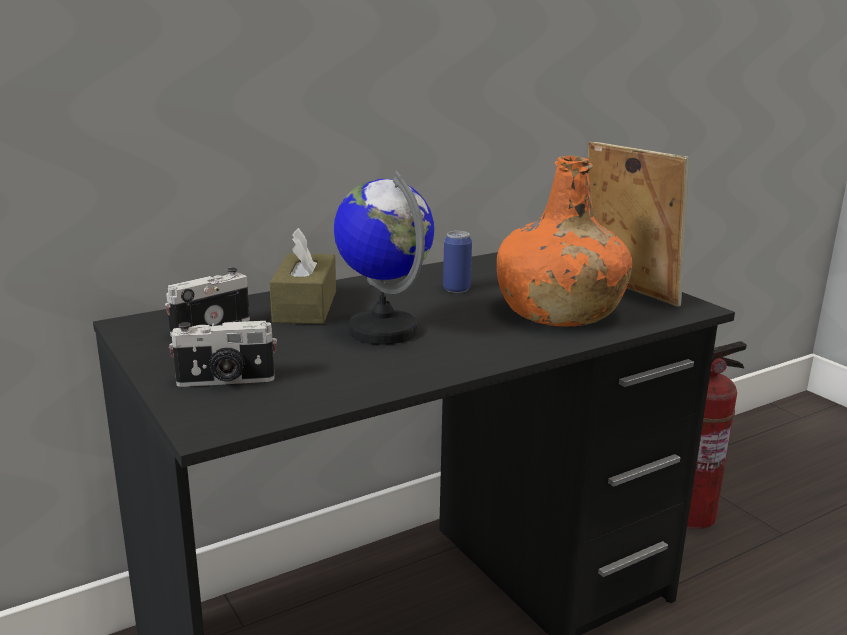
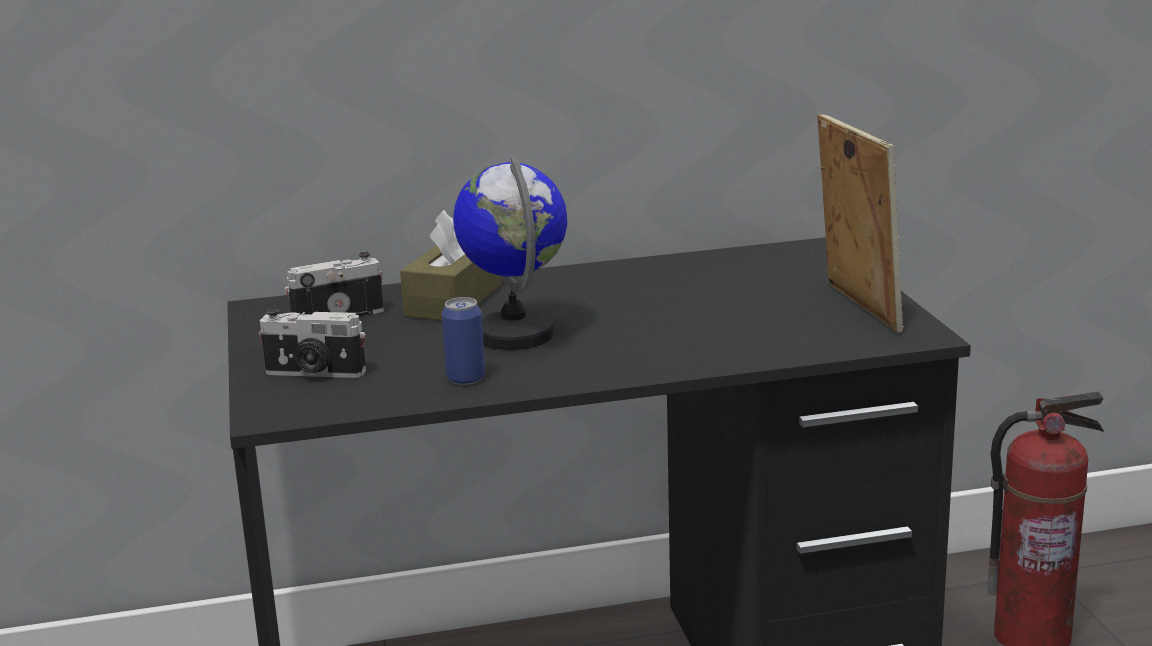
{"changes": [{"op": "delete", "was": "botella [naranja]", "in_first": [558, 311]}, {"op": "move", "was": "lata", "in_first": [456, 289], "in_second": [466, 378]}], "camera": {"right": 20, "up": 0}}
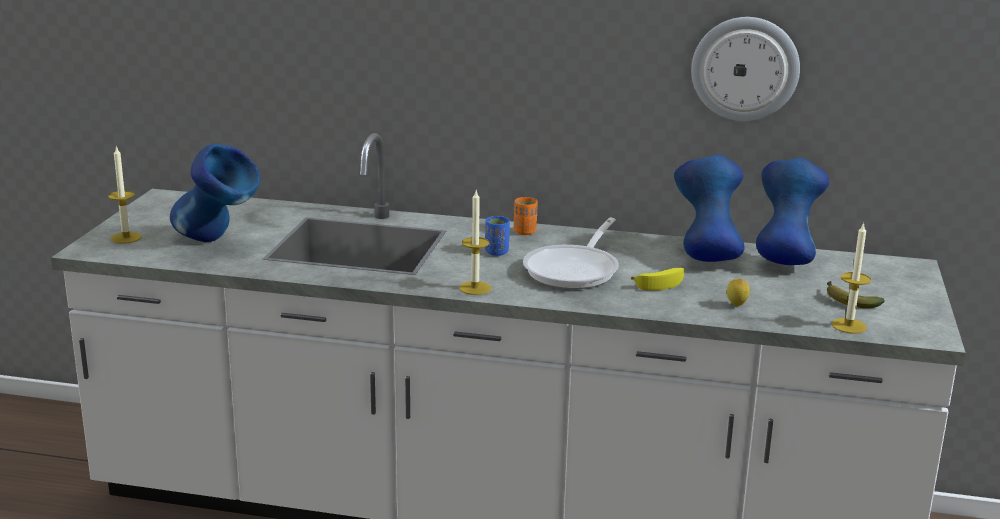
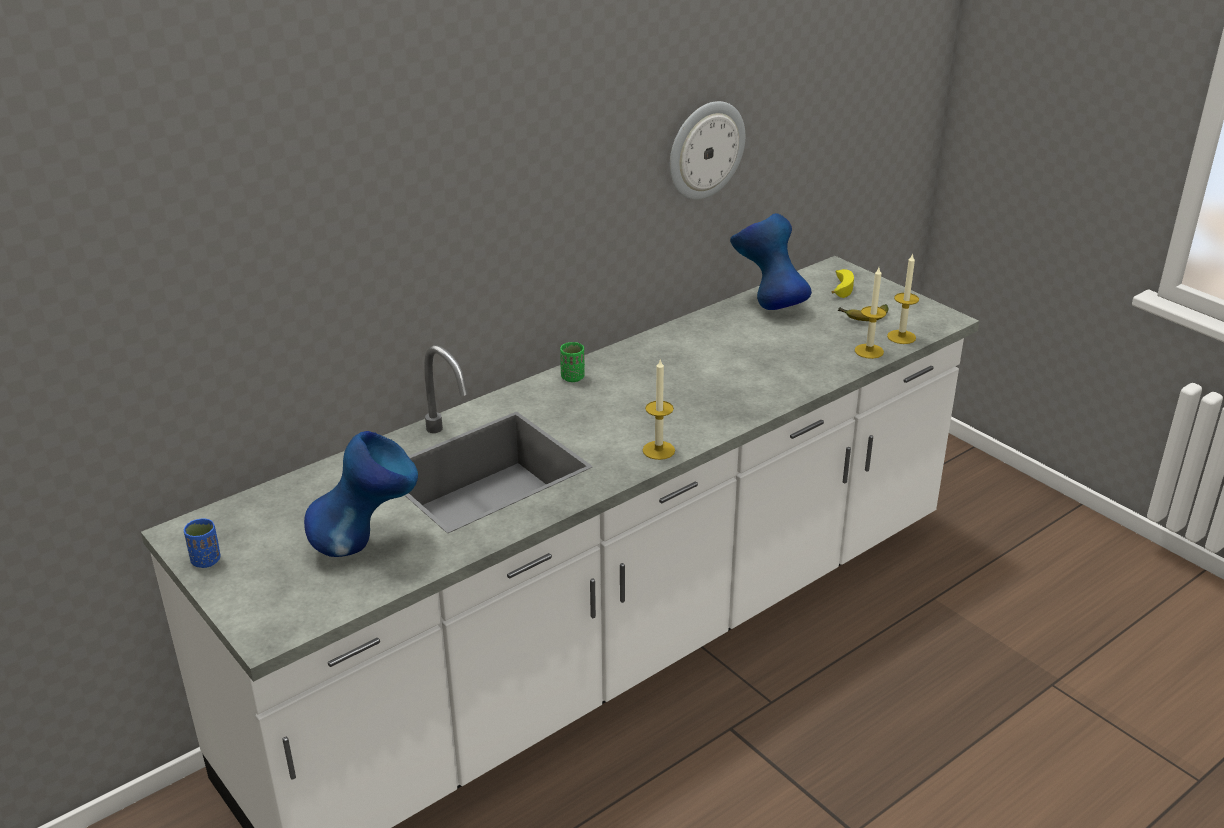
{"changes": [{"op": "delete", "was": "sartén", "in_first": [575, 270]}, {"op": "delete", "was": "florero [azul]", "in_first": [705, 256]}, {"op": "delete", "was": "limón", "in_first": [736, 306]}, {"op": "move", "was": "vela", "in_first": [126, 238], "in_second": [869, 351]}, {"op": "move", "was": "taza [azul]", "in_first": [496, 252], "in_second": [206, 561]}, {"op": "move", "was": "plátano", "in_first": [661, 283], "in_second": [840, 287]}, {"op": "recolor", "was": "taza [naranja]", "now": "taza [verde]", "in_first": [525, 232], "in_second": [572, 377]}], "camera": {"right": -50, "up": 10}}
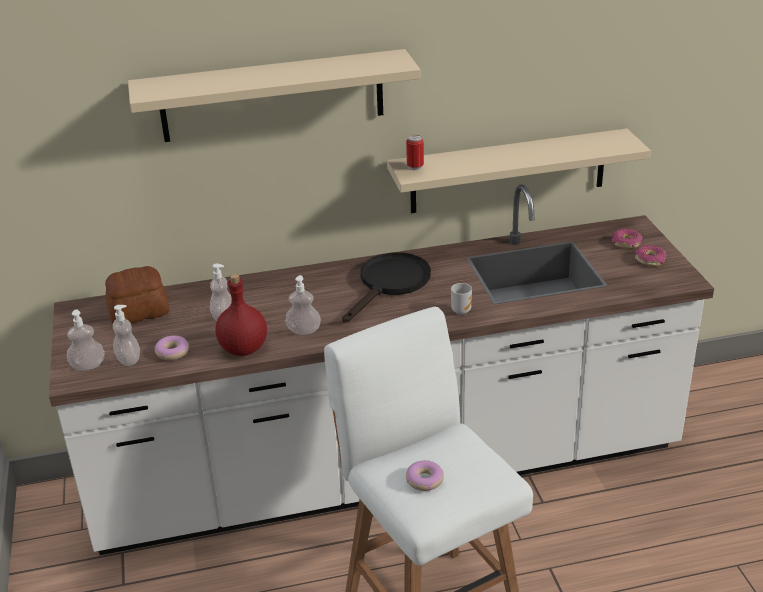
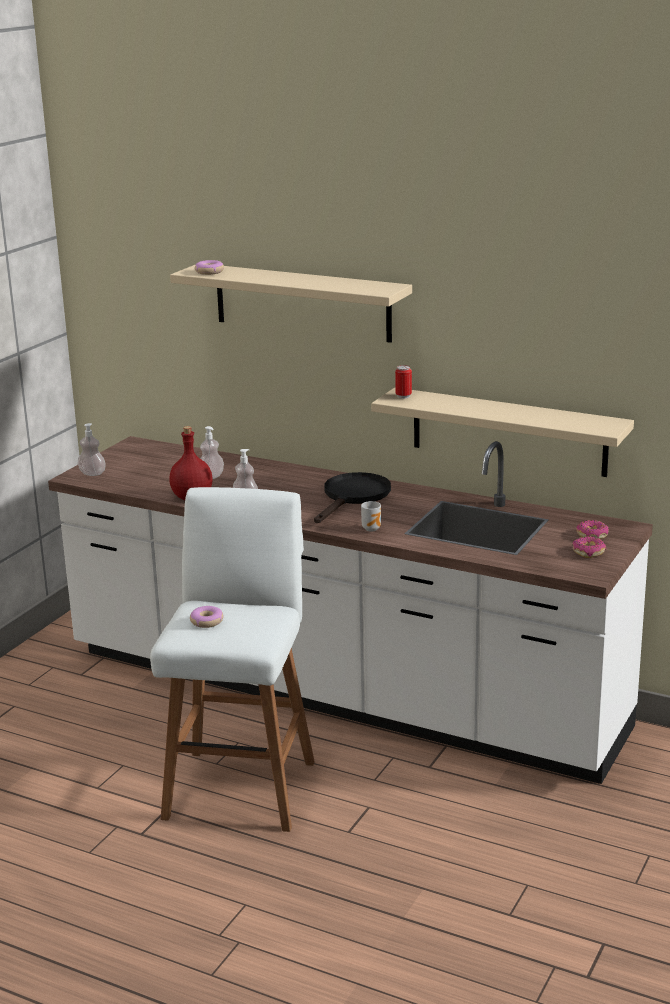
{"changes": [{"op": "delete", "was": "pan", "in_first": [138, 312]}, {"op": "delete", "was": "dispensador de jabón", "in_first": [128, 360]}, {"op": "move", "was": "rosquilla", "in_first": [172, 352], "in_second": [209, 272]}, {"op": "rotate", "was": "sartén [negro]", "in_first": [390, 284], "in_second": [353, 497], "clockwise": -45}], "camera": {"right": 40, "up": -10}}
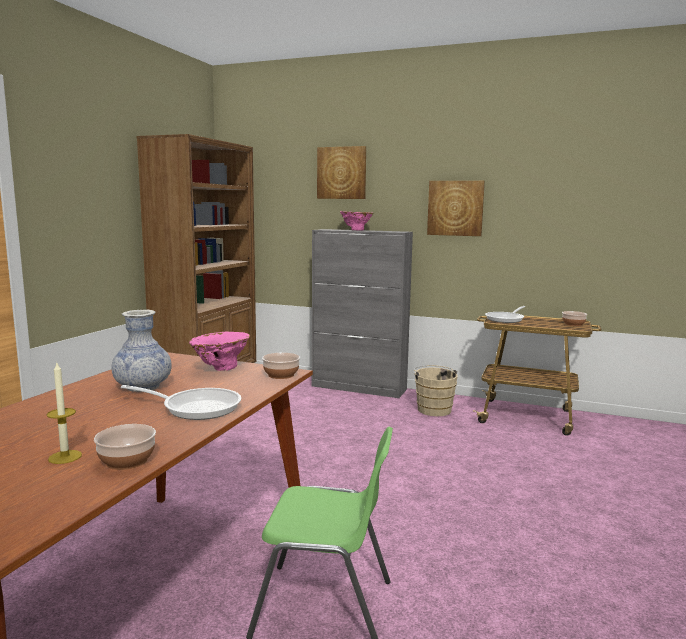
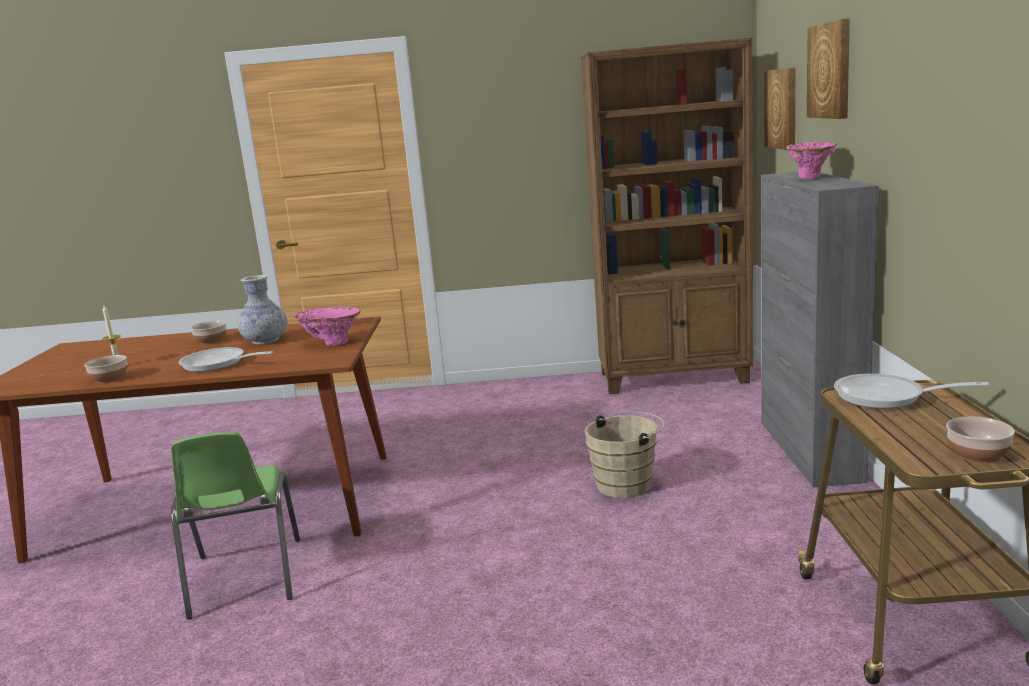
{"changes": [{"op": "move", "was": "cuenco", "in_first": [280, 375], "in_second": [211, 340]}, {"op": "move", "was": "cubo [beis]", "in_first": [433, 409], "in_second": [628, 484]}, {"op": "move", "was": "cuadro", "in_first": [455, 208], "in_second": [782, 108]}, {"op": "rotate", "was": "sartén", "in_first": [196, 407], "in_second": [218, 364], "clockwise": 120}], "camera": {"right": 70, "up": 5}}
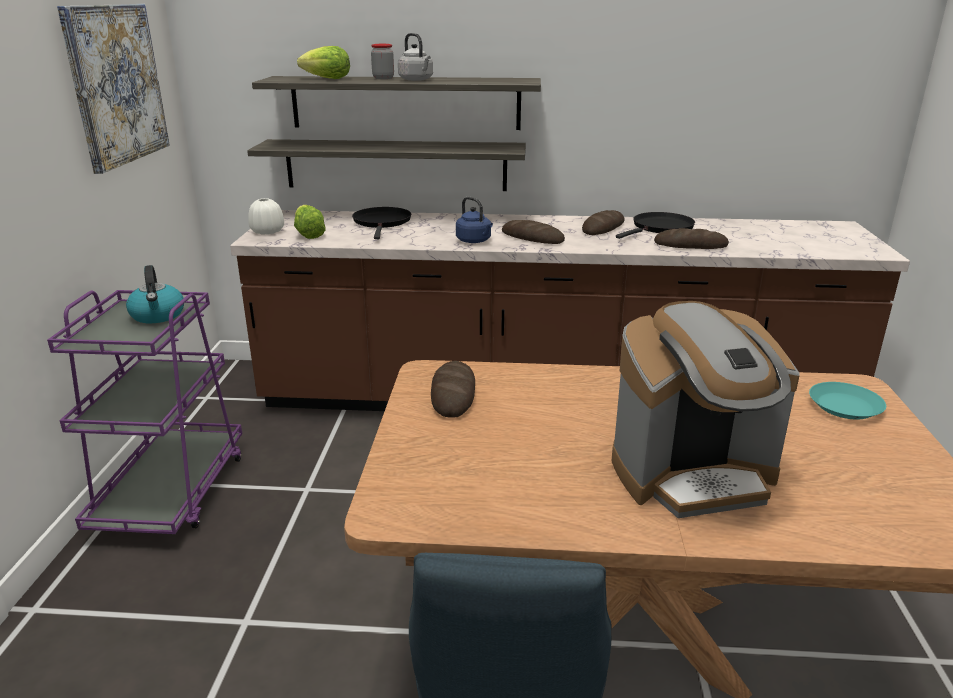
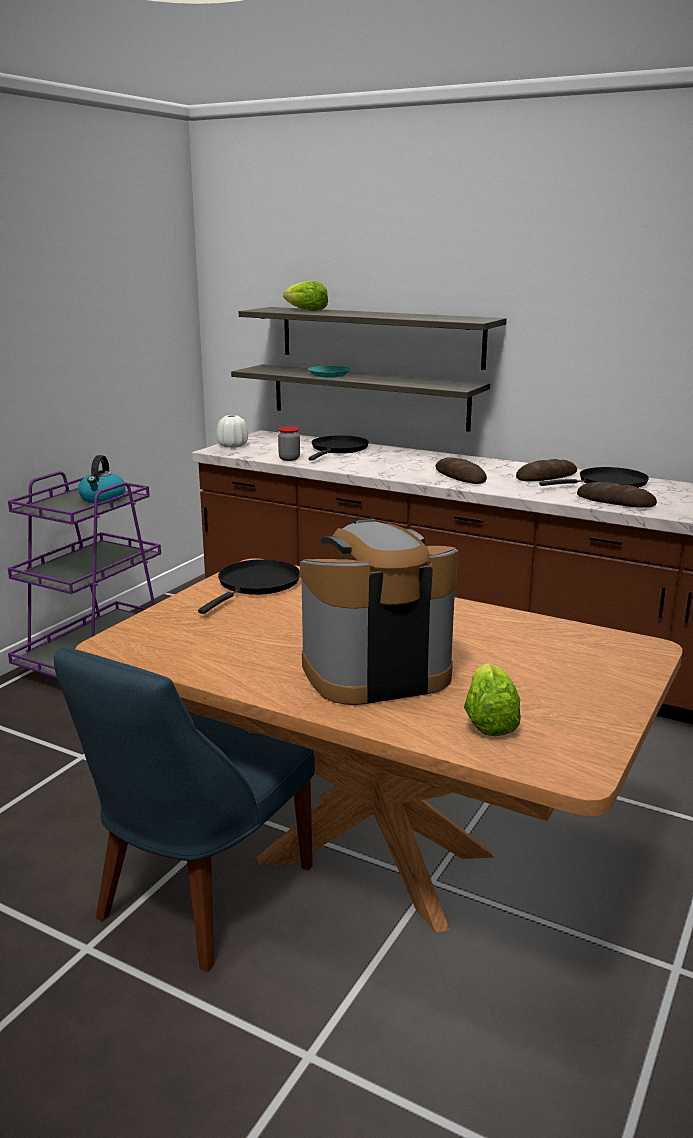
{"changes": [{"op": "delete", "was": "cuadro", "in_first": [116, 84]}, {"op": "delete", "was": "hervidor [gris]", "in_first": [417, 80]}, {"op": "delete", "was": "hervidor [azul]", "in_first": [475, 241]}, {"op": "move", "was": "lechuga", "in_first": [309, 234], "in_second": [489, 720]}, {"op": "move", "was": "tarro", "in_first": [383, 78], "in_second": [289, 459]}, {"op": "move", "was": "plato [turquesa]", "in_first": [844, 406], "in_second": [328, 375]}, {"op": "replace", "was": "pan", "now": "sartén [negro]", "in_first": [453, 394], "in_second": [256, 585]}, {"op": "rotate", "was": "cafetera", "in_first": [692, 475], "in_second": [375, 672], "clockwise": 150}], "camera": {"right": 25, "up": -5}}
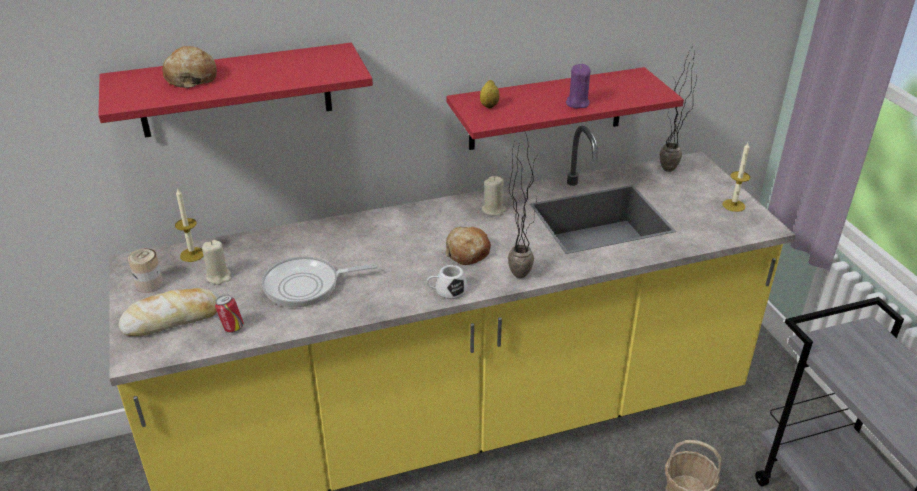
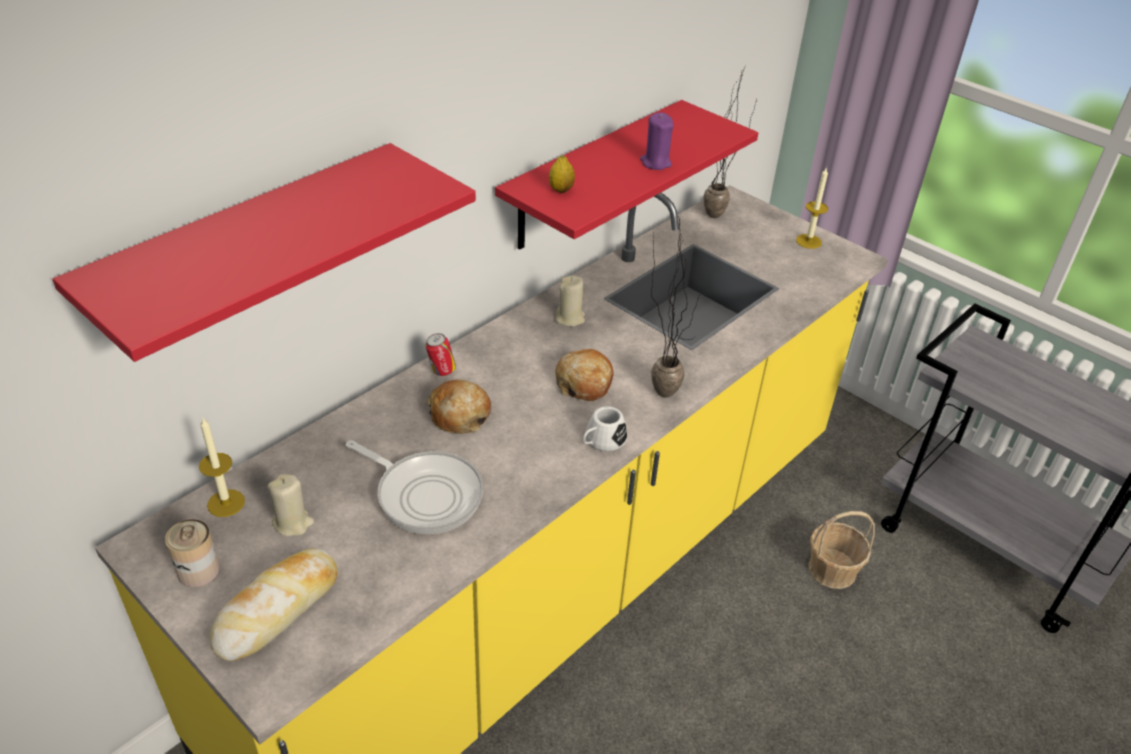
{"changes": [{"op": "move", "was": "pan", "in_first": [191, 78], "in_second": [459, 415]}, {"op": "move", "was": "lata", "in_first": [232, 328], "in_second": [441, 371]}, {"op": "rotate", "was": "sartén", "in_first": [306, 286], "in_second": [425, 494], "clockwise": -105}], "camera": {"right": -30, "up": 5}}
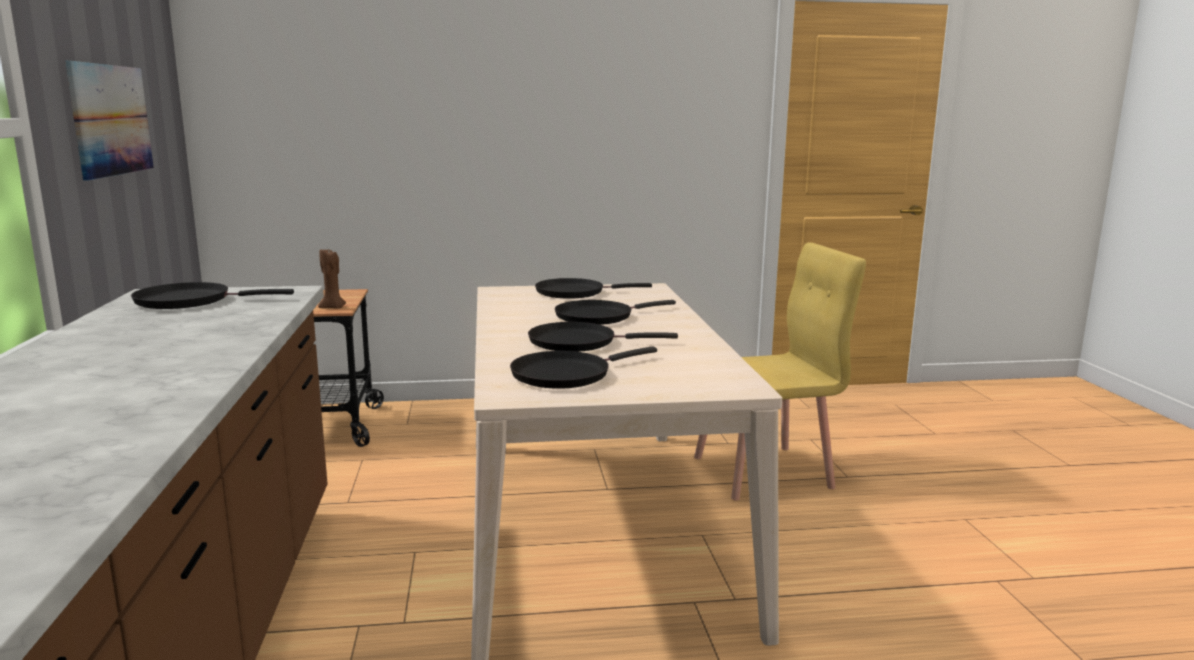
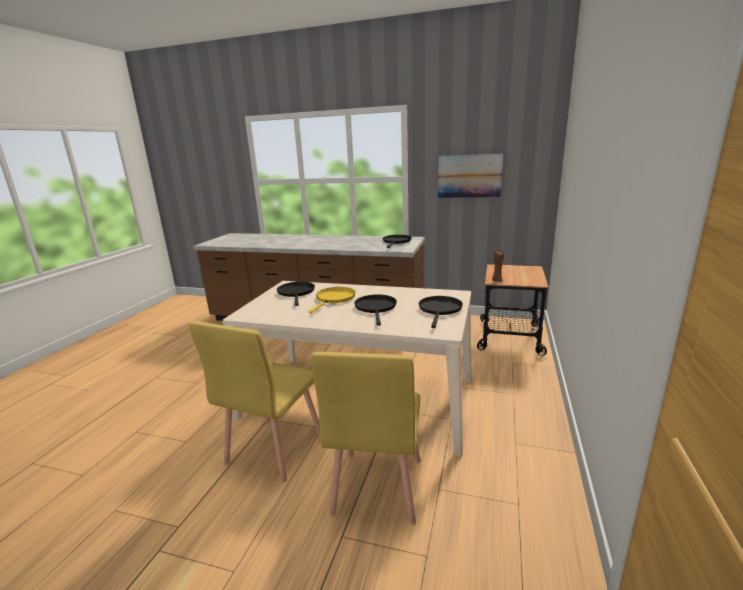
{"changes": [{"op": "insert", "now": "silla [amarillo]", "in_second": [274, 448]}, {"op": "recolor", "was": "sartén [negro]", "now": "sartén [amarillo]", "in_first": [578, 342], "in_second": [334, 299]}], "camera": {"right": 115, "up": 5}}
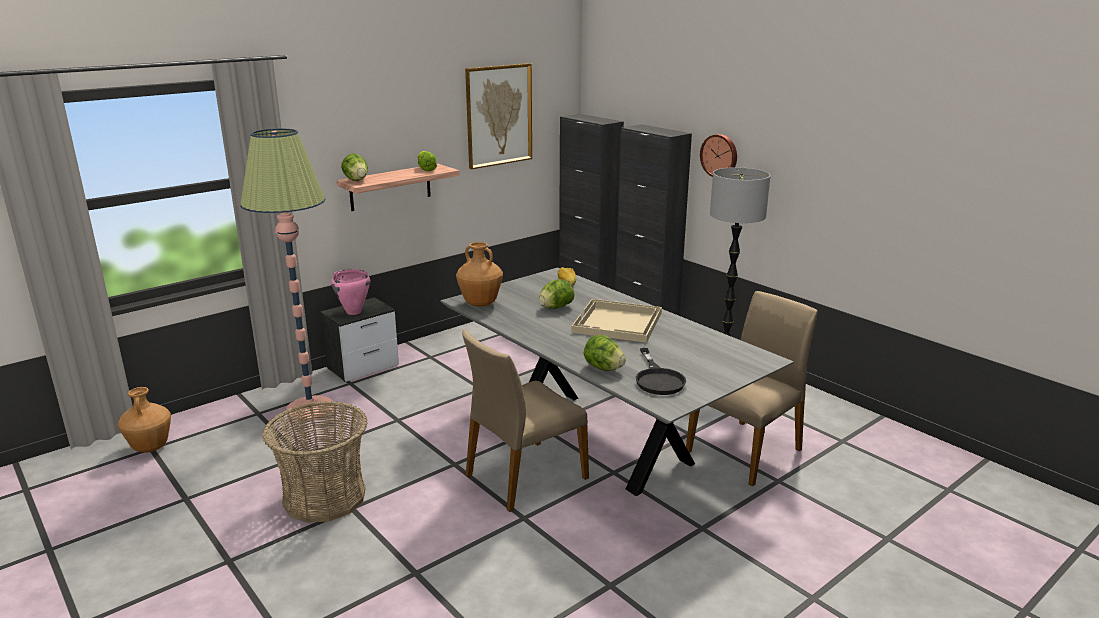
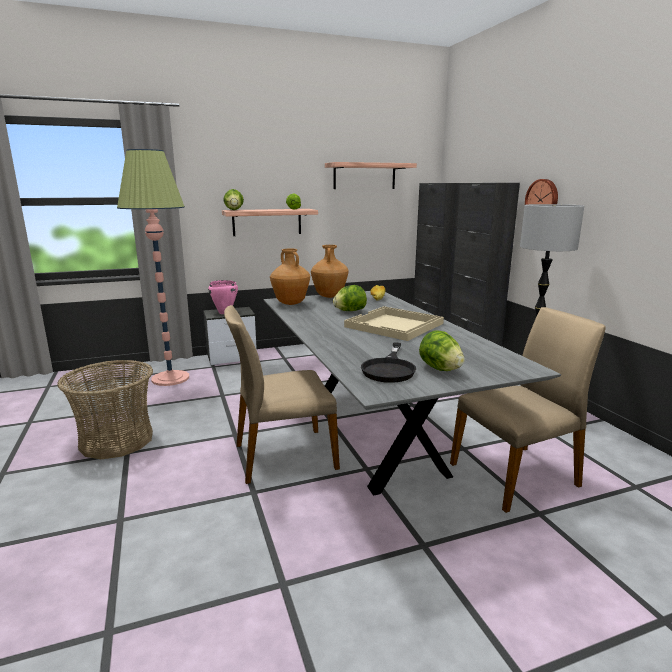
{"changes": [{"op": "move", "was": "florero [marrón]", "in_first": [150, 447], "in_second": [329, 296]}, {"op": "move", "was": "lechuga", "in_first": [603, 368], "in_second": [440, 369]}, {"op": "replace", "was": "cuadro", "now": "estante", "in_first": [499, 115], "in_second": [364, 176]}], "camera": {"right": 20, "up": -5}}
